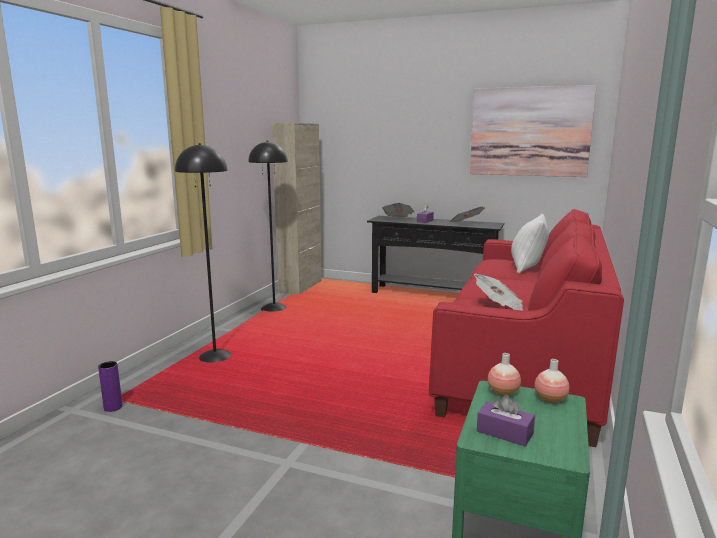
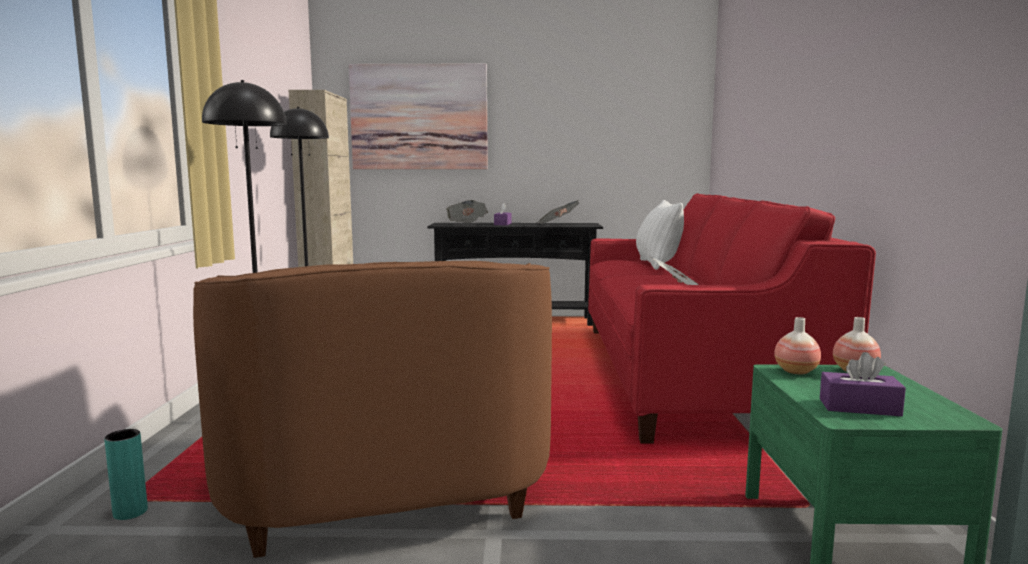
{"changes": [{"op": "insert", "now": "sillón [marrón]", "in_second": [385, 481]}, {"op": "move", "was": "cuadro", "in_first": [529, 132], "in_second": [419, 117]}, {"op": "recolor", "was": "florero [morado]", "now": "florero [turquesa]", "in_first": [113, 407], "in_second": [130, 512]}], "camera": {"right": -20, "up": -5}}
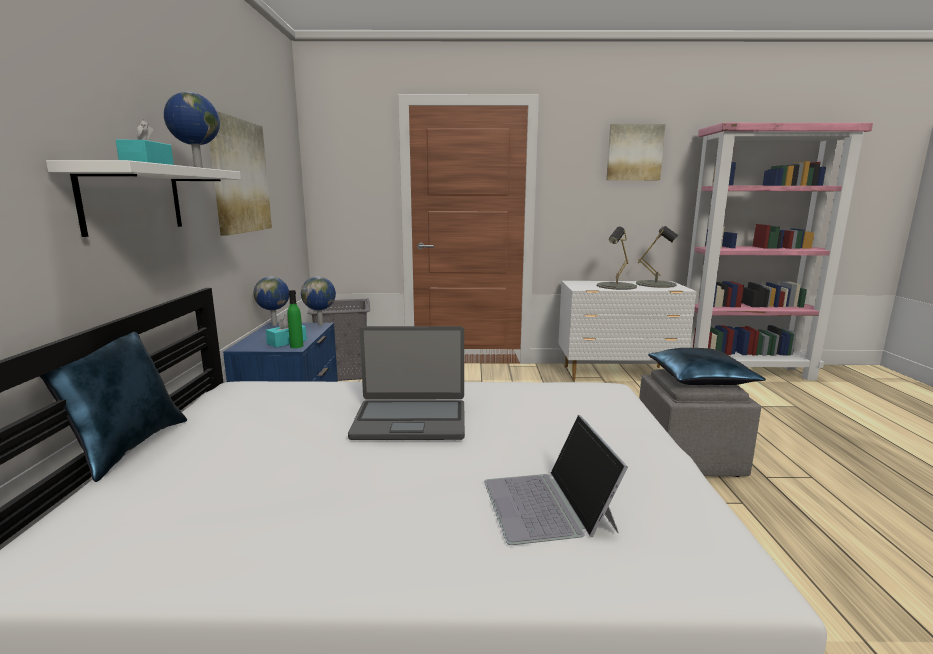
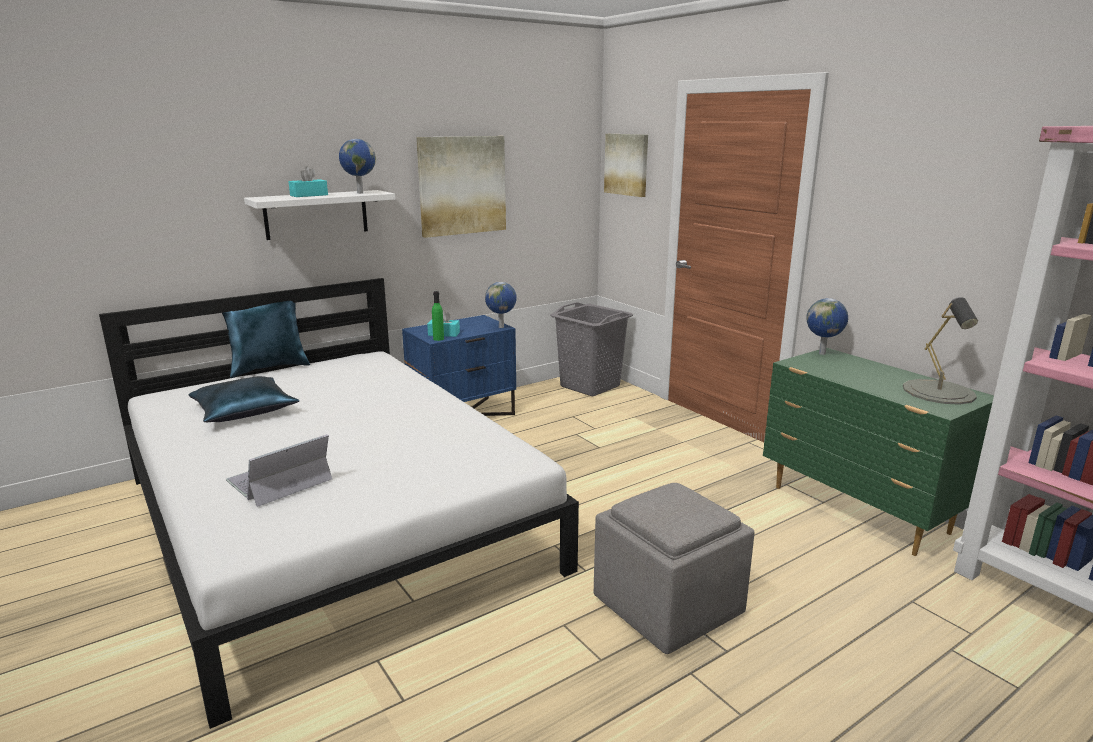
{"changes": [{"op": "delete", "was": "portátil", "in_first": [410, 420]}, {"op": "delete", "was": "lámpara de mesa [gris]", "in_first": [616, 286]}, {"op": "move", "was": "globo terráqueo", "in_first": [275, 324], "in_second": [823, 353]}, {"op": "move", "was": "cuadro", "in_first": [634, 152], "in_second": [627, 164]}, {"op": "move", "was": "cojín [azul]", "in_first": [700, 377], "in_second": [244, 410]}, {"op": "recolor", "was": "cómoda [blanco]", "now": "cómoda [verde]", "in_first": [619, 374], "in_second": [858, 510]}], "camera": {"right": 55, "up": 5}}
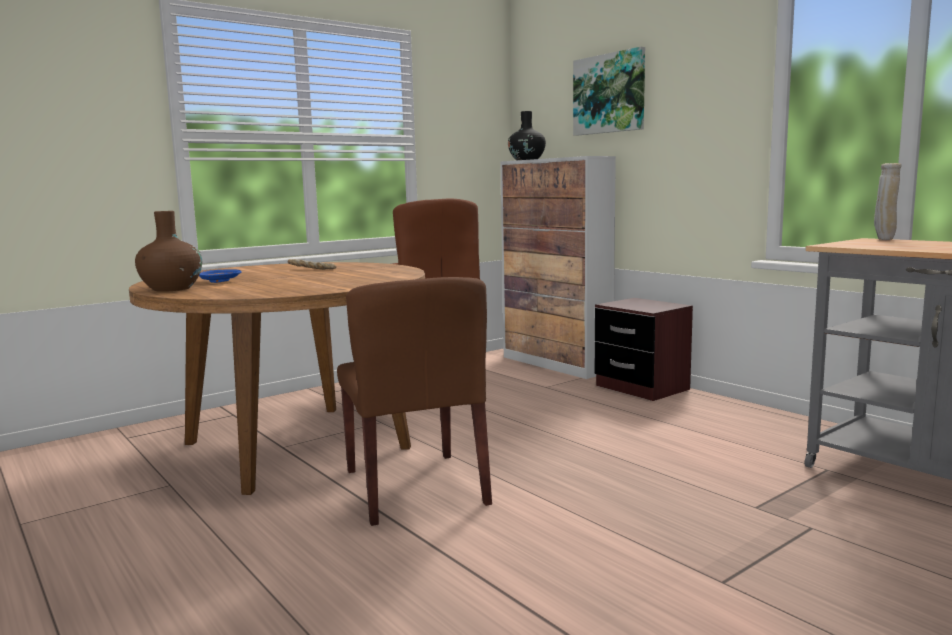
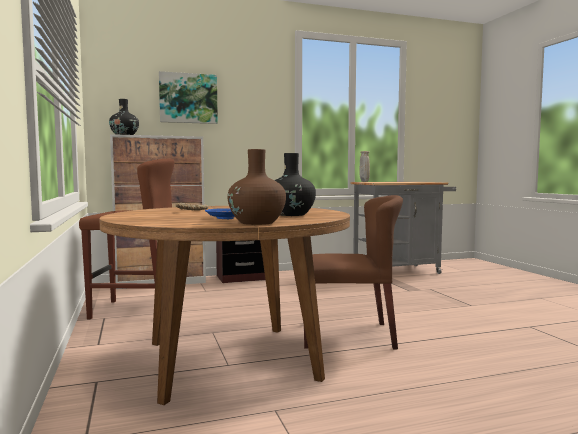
{"changes": [{"op": "insert", "now": "florero [negro]", "in_second": [291, 214]}], "camera": {"right": -70, "up": -5}}
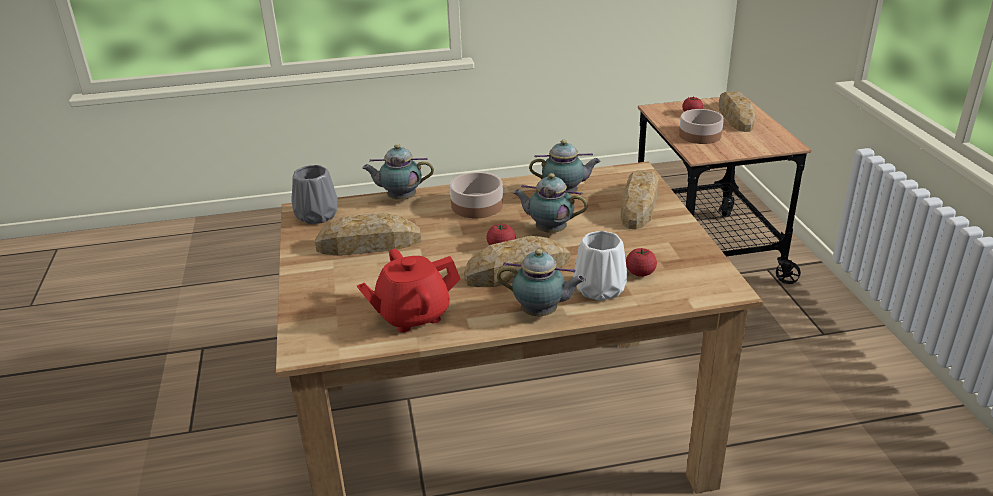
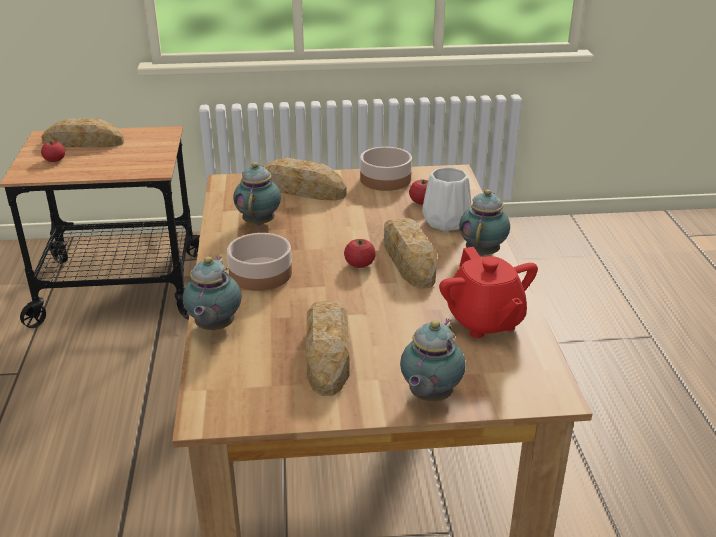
{"changes": [{"op": "delete", "was": "florero [gris]", "in_first": [315, 215]}, {"op": "move", "was": "tetera", "in_first": [548, 230], "in_second": [429, 397]}, {"op": "move", "was": "cuenco", "in_first": [699, 135], "in_second": [385, 180]}], "camera": {"right": -85, "up": 0}}
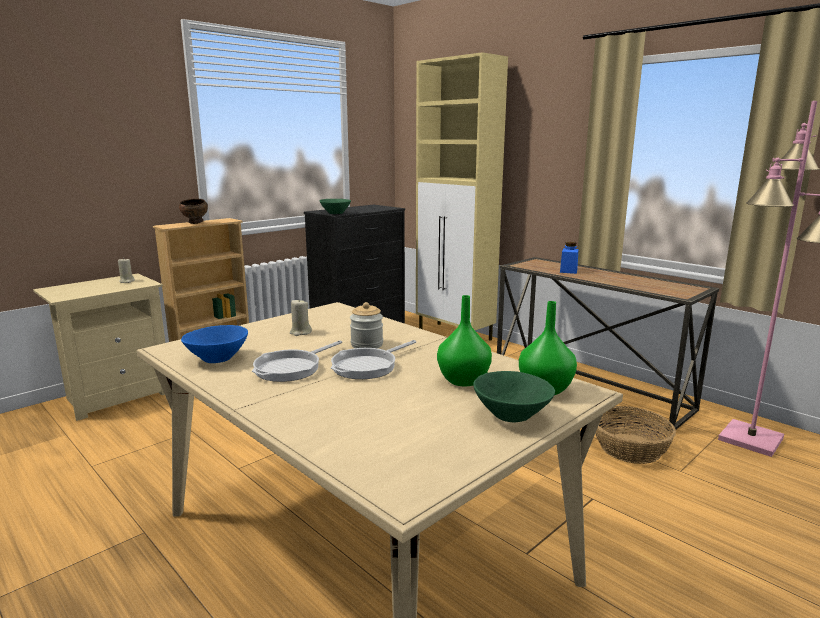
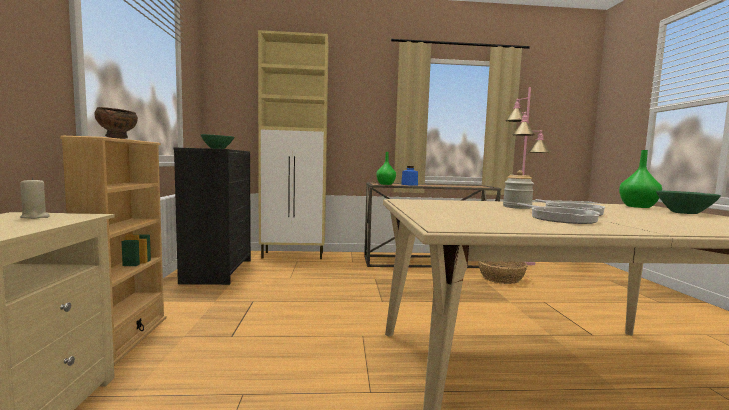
{"changes": [{"op": "delete", "was": "cuenco [azul]", "in_first": [217, 359]}, {"op": "delete", "was": "vela [beis]", "in_first": [300, 332]}, {"op": "move", "was": "florero [verde]", "in_first": [462, 380], "in_second": [385, 184]}], "camera": {"right": -50, "up": -10}}
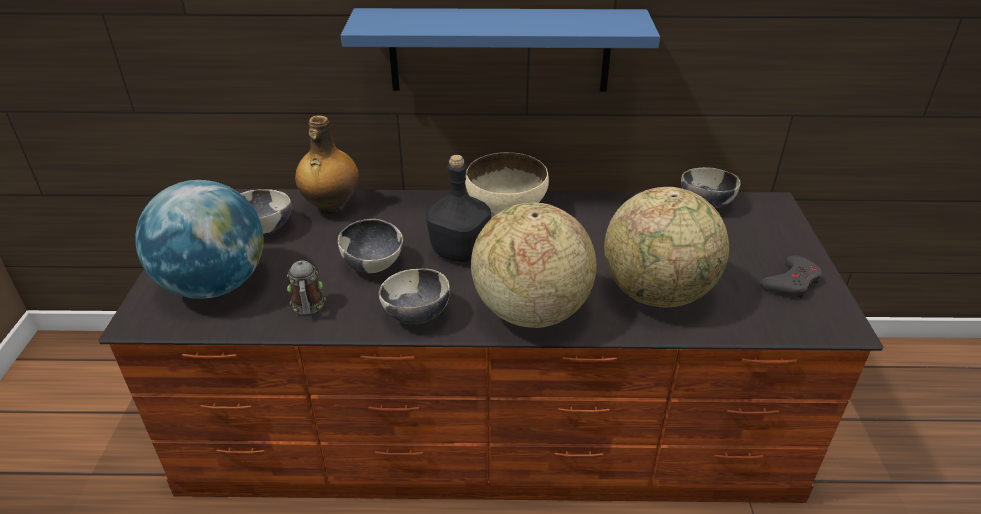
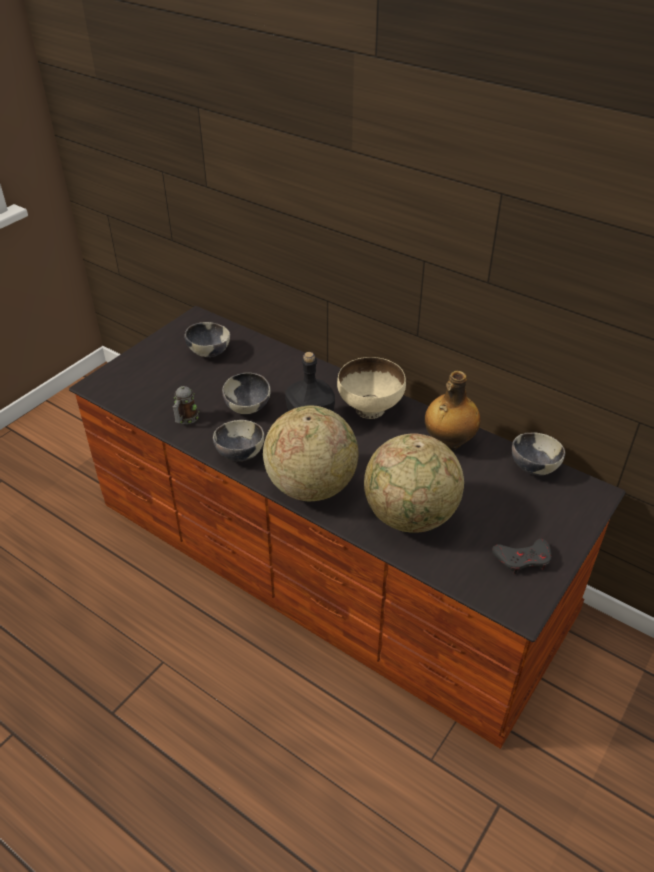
{"changes": [{"op": "delete", "was": "globo terráqueo", "in_first": [215, 285]}, {"op": "delete", "was": "estante [azul]", "in_first": [499, 50]}, {"op": "move", "was": "botella", "in_first": [331, 207], "in_second": [448, 442]}], "camera": {"right": 35, "up": 5}}
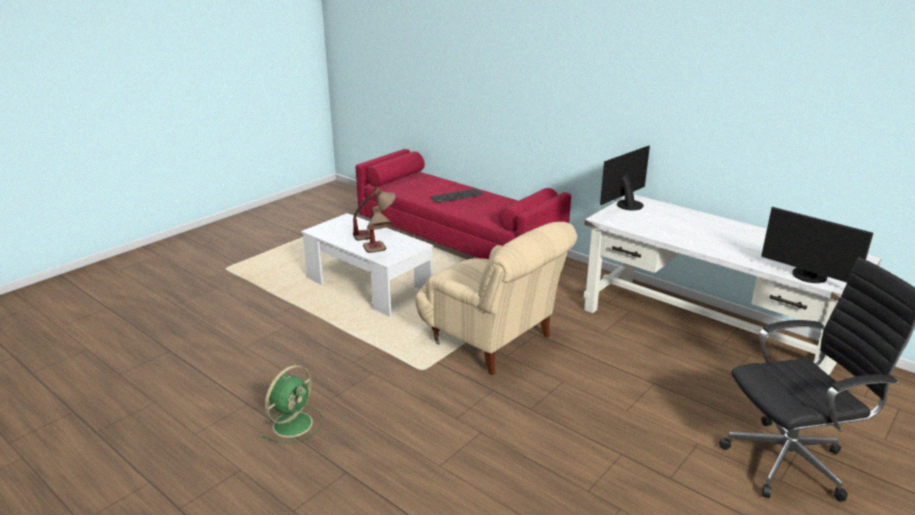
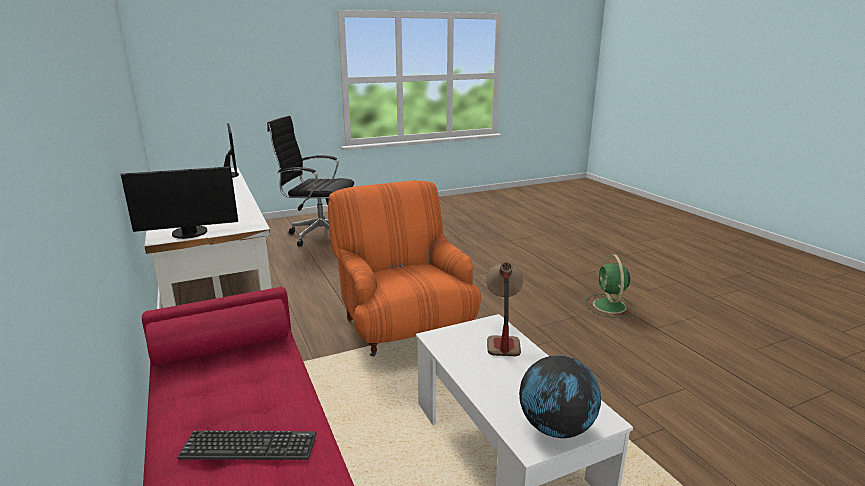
{"changes": [{"op": "delete", "was": "lámpara de mesa", "in_first": [375, 234]}, {"op": "insert", "now": "globo terráqueo", "in_second": [556, 428]}, {"op": "recolor", "was": "sillón [beis]", "now": "sillón [naranja]", "in_first": [492, 340], "in_second": [403, 328]}, {"op": "rotate", "was": "ventilador [verde]", "in_first": [294, 423], "in_second": [610, 306], "clockwise": -60}], "camera": {"right": -155, "up": -5}}
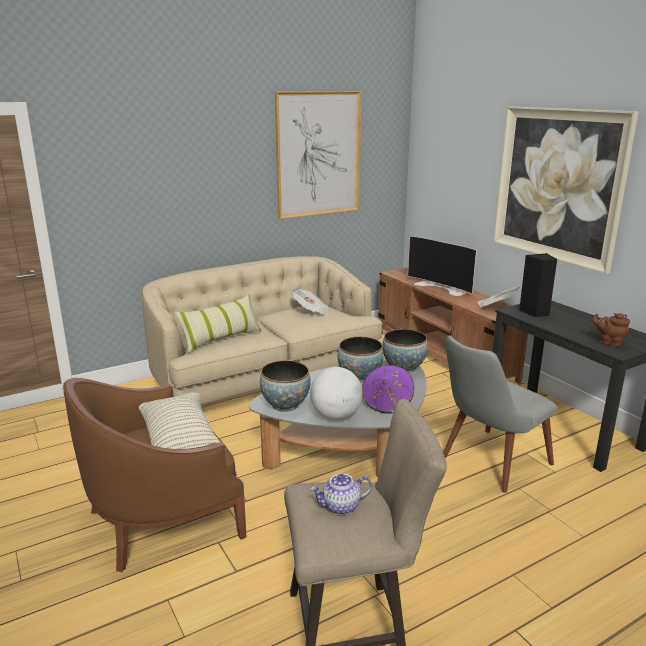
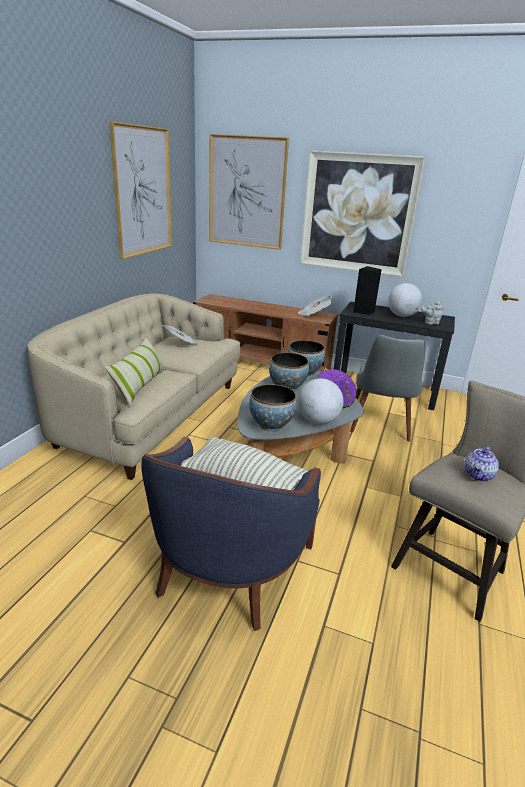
{"changes": [{"op": "delete", "was": "televisor", "in_first": [441, 287]}, {"op": "insert", "now": "cuadro", "in_second": [246, 192]}, {"op": "insert", "now": "globo terráqueo", "in_second": [402, 316]}, {"op": "recolor", "was": "sillón [marrón]", "now": "sillón [azul]", "in_first": [162, 518], "in_second": [229, 566]}, {"op": "recolor", "was": "tetera [marrón]", "now": "tetera [gris]", "in_first": [609, 342], "in_second": [430, 322]}], "camera": {"right": -40, "up": 5}}
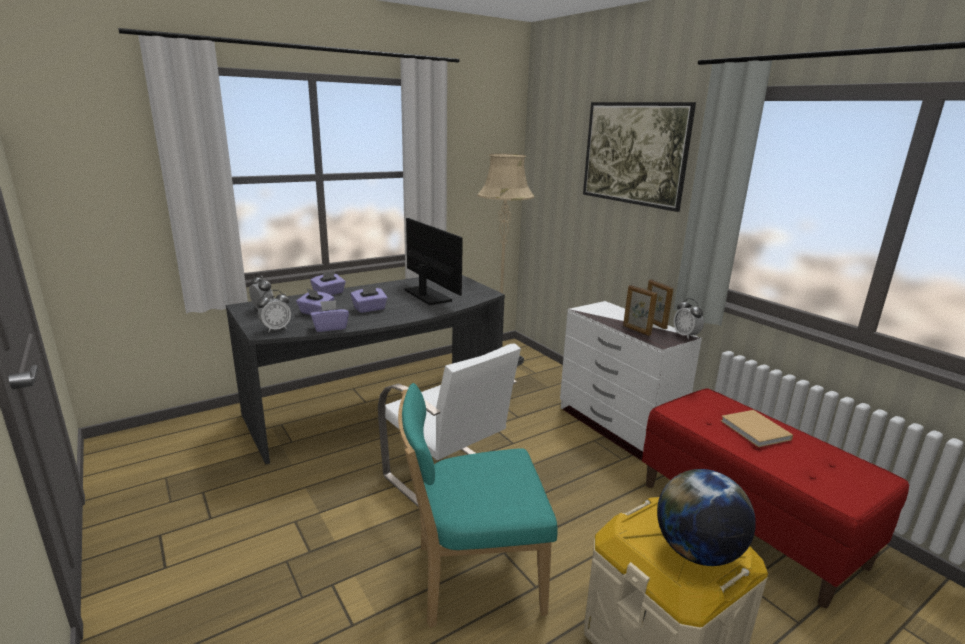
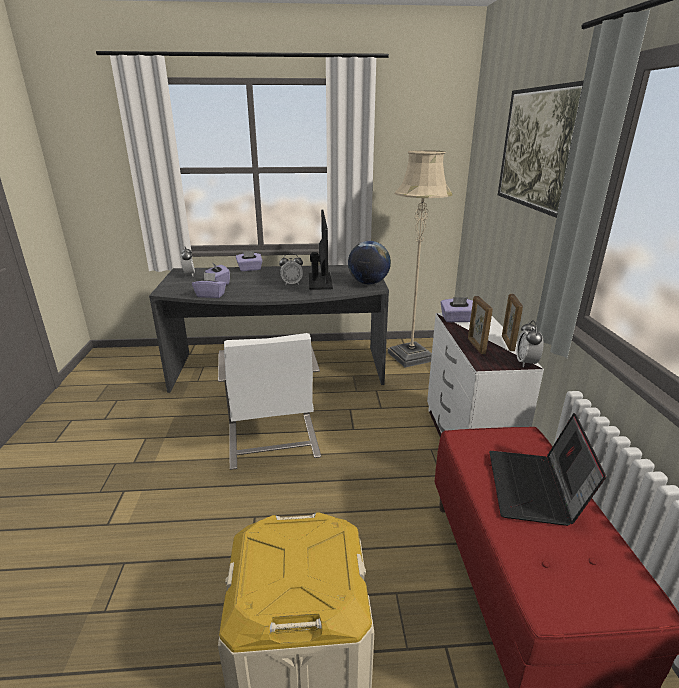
{"changes": [{"op": "delete", "was": "silla [turquesa]", "in_first": [472, 578]}, {"op": "move", "was": "despertador", "in_first": [276, 329], "in_second": [292, 284]}, {"op": "move", "was": "caja de pañuelos [morado]", "in_first": [369, 309], "in_second": [457, 319]}, {"op": "move", "was": "globo terráqueo", "in_first": [697, 552], "in_second": [368, 283]}, {"op": "replace", "was": "libro [beis]", "now": "portátil", "in_first": [756, 431], "in_second": [535, 489]}], "camera": {"right": 30, "up": 5}}
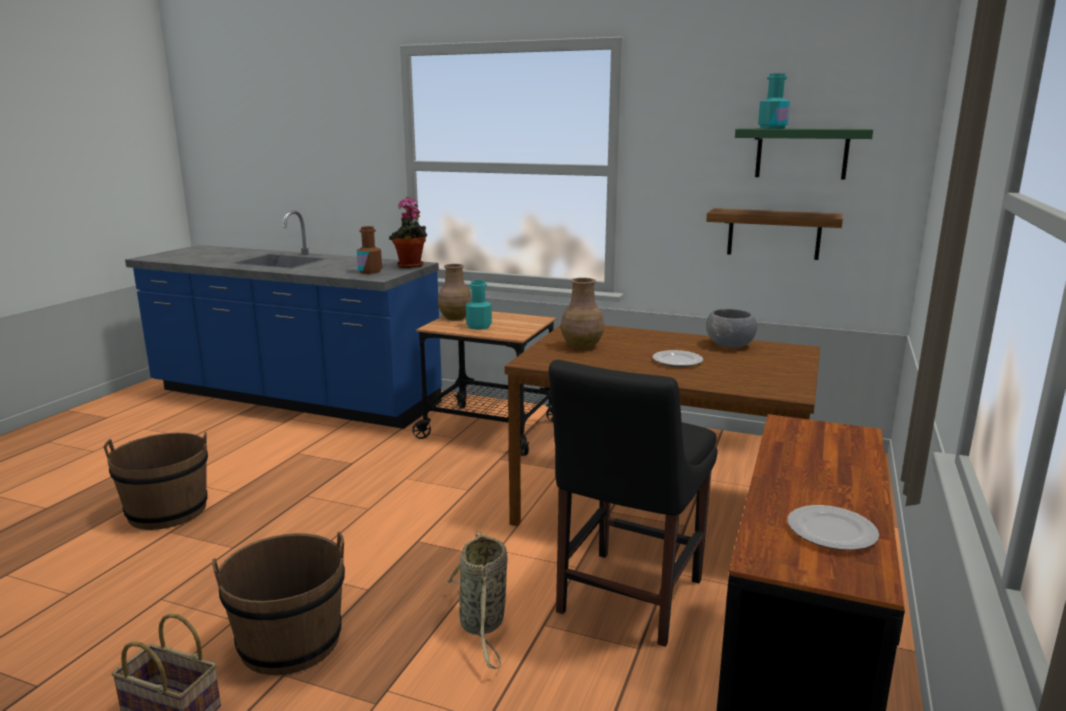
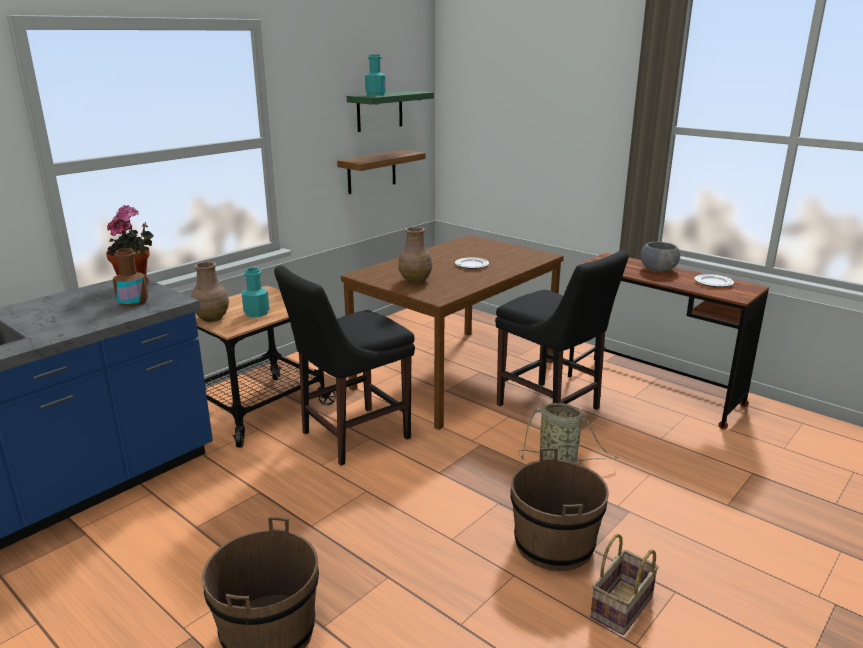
{"changes": [{"op": "insert", "now": "silla [negro]", "in_second": [350, 436]}, {"op": "move", "was": "cuenco [gris]", "in_first": [729, 345], "in_second": [658, 269]}], "camera": {"right": -70, "up": 5}}
